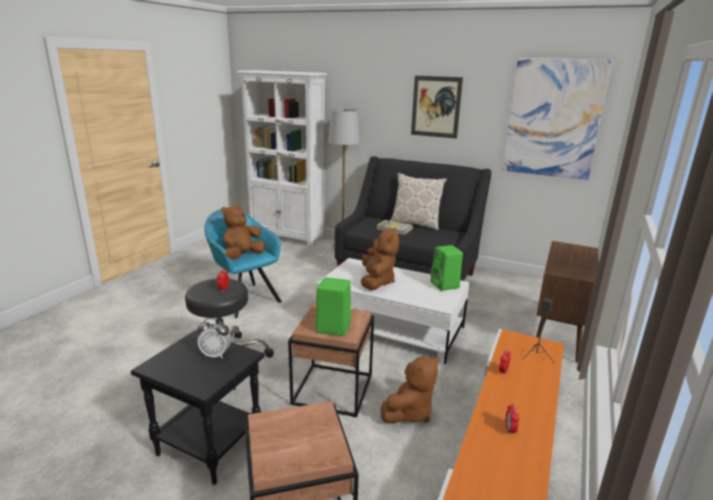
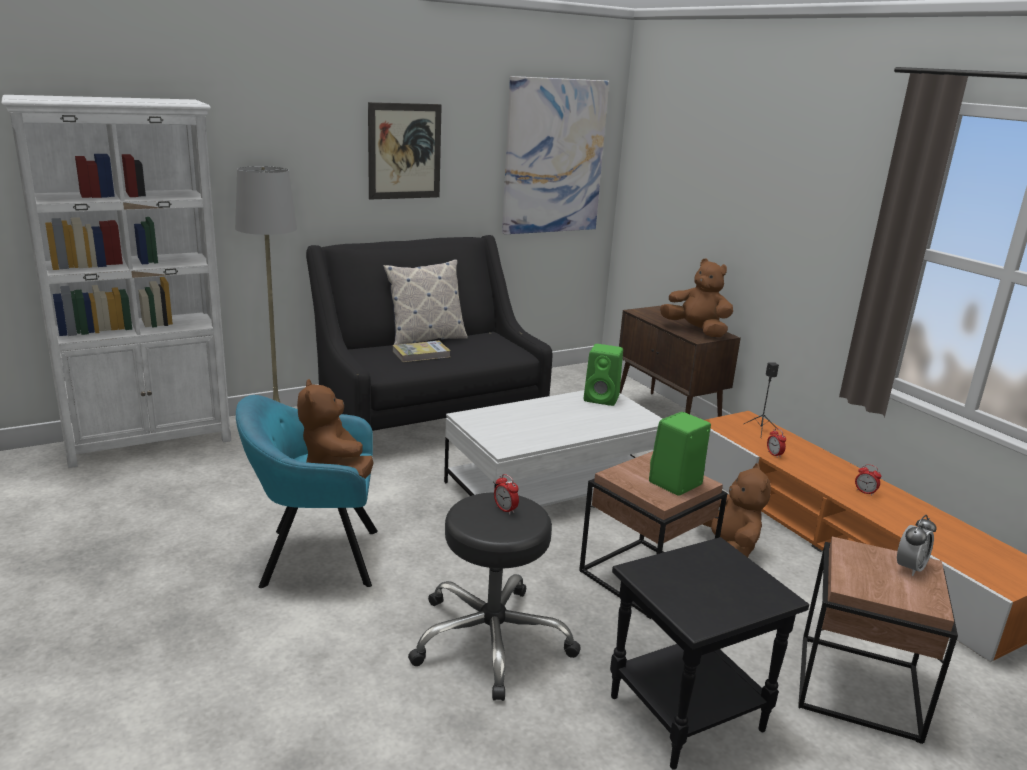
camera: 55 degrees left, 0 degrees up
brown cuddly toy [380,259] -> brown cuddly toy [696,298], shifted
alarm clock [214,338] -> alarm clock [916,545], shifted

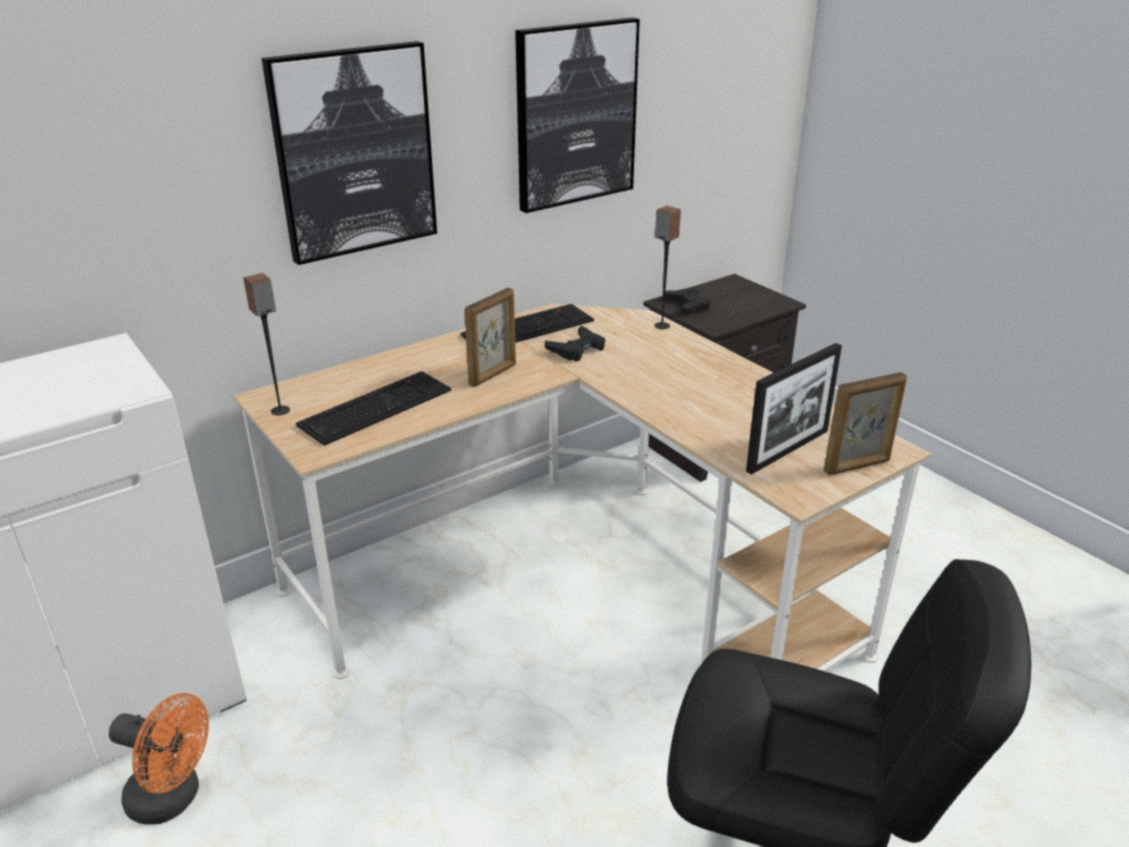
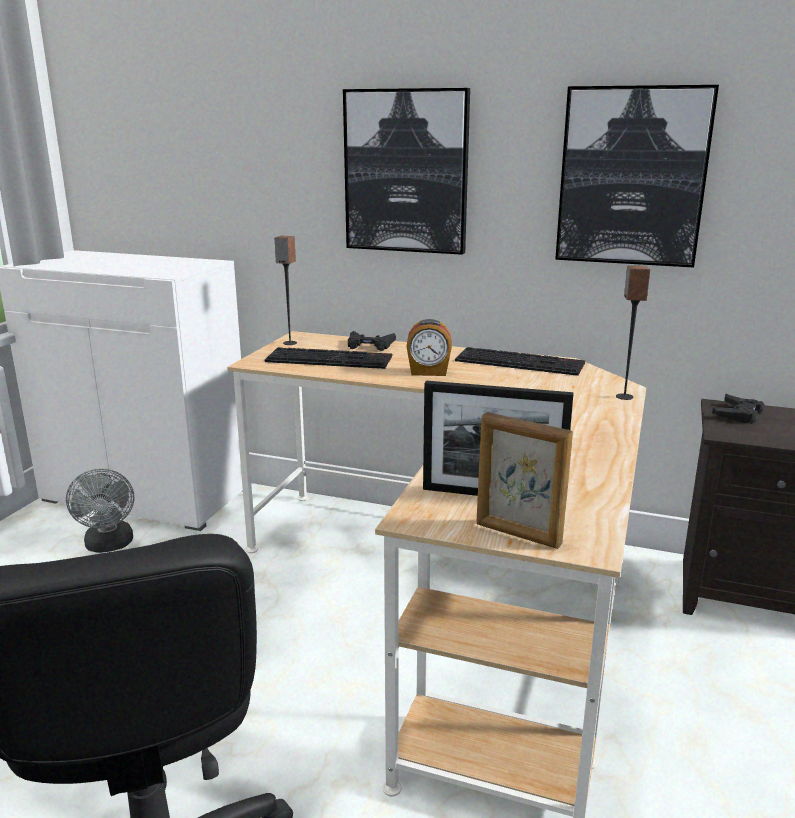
camera: 55 degrees right, 10 degrees down
orangey fan [159,758] -> greyish fan [100,510]
blackish gamepad [575,344] -> blackish gamepad [372,341], shifted
picture frame [490,337] -> alarm clock [429,347]

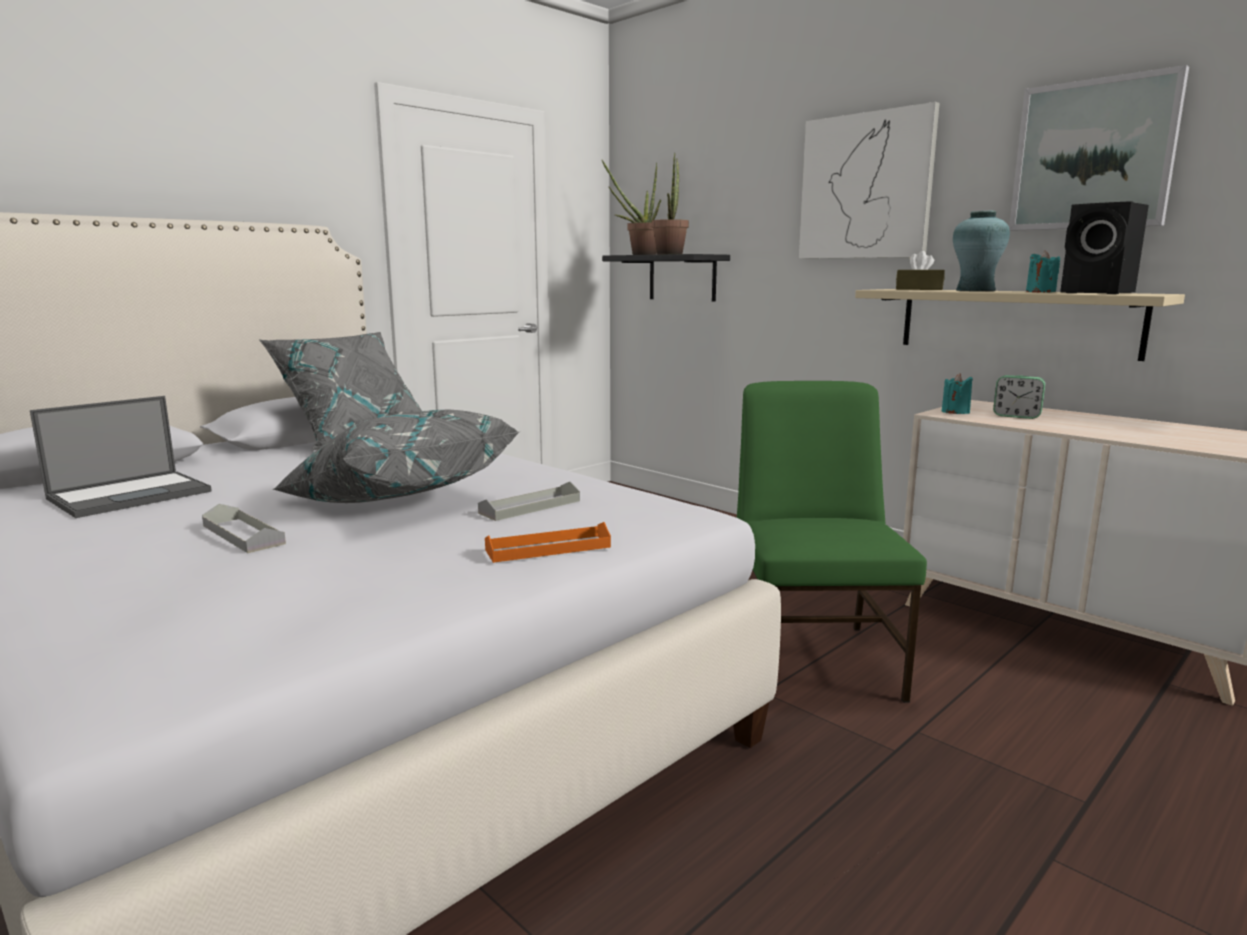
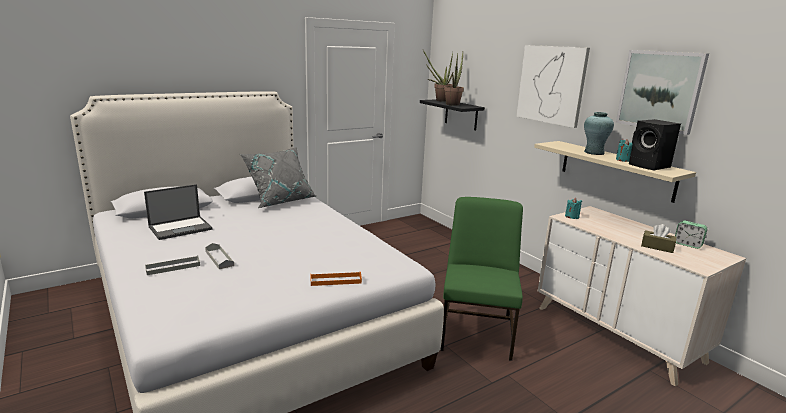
camera: 10 degrees right, 5 degrees up
greyish tray [529,501] -> greyish tray [172,265], shifted
brown tissue box [920,270] -> brown tissue box [659,238], shifted
alarm clock [1019,397] -> alarm clock [691,235], shifted
greyish cushion [396,456] -> none

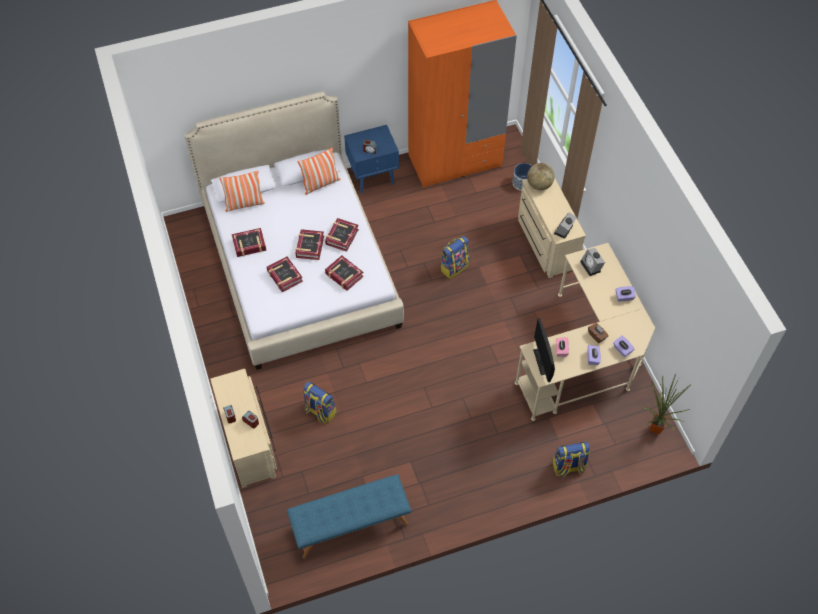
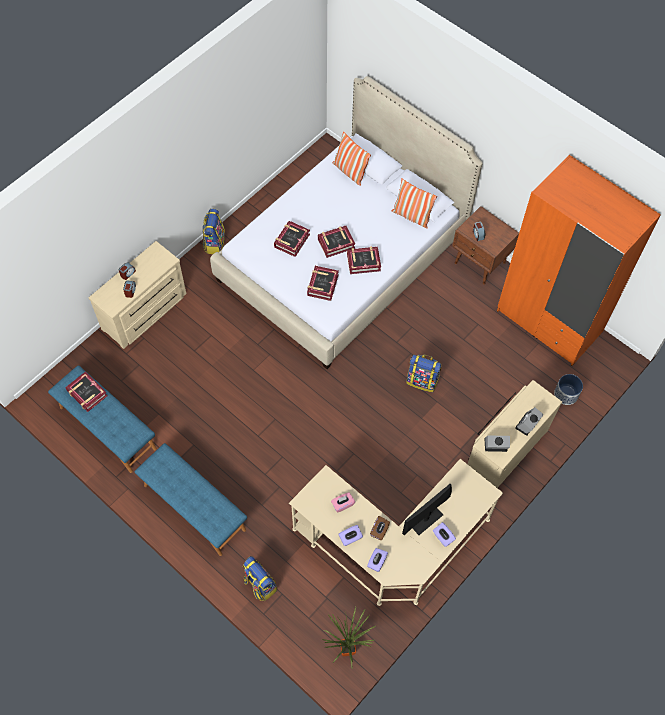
camera: 60 degrees right, 5 degrees up
book [249,242] -> book [86,391], shifted
none -> blue-coloured bench [191,499]
knapsack [320,402] -> knapsack [213,231], shifted
computer screen [544,350] -> computer screen [427,509], shifted
blue-coloured bedside table [371,159] -> brown bedside table [485,245]
alarm clock [592,262] -> alarm clock [529,421], shifted
world globe [541,176] -> none

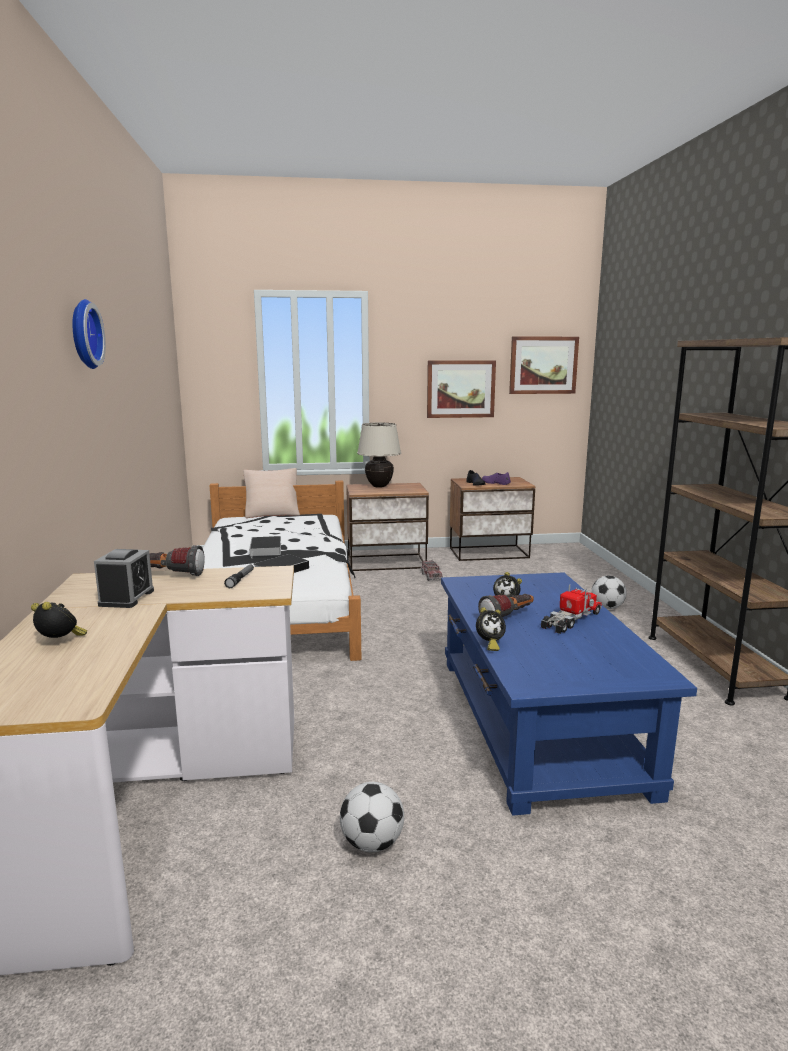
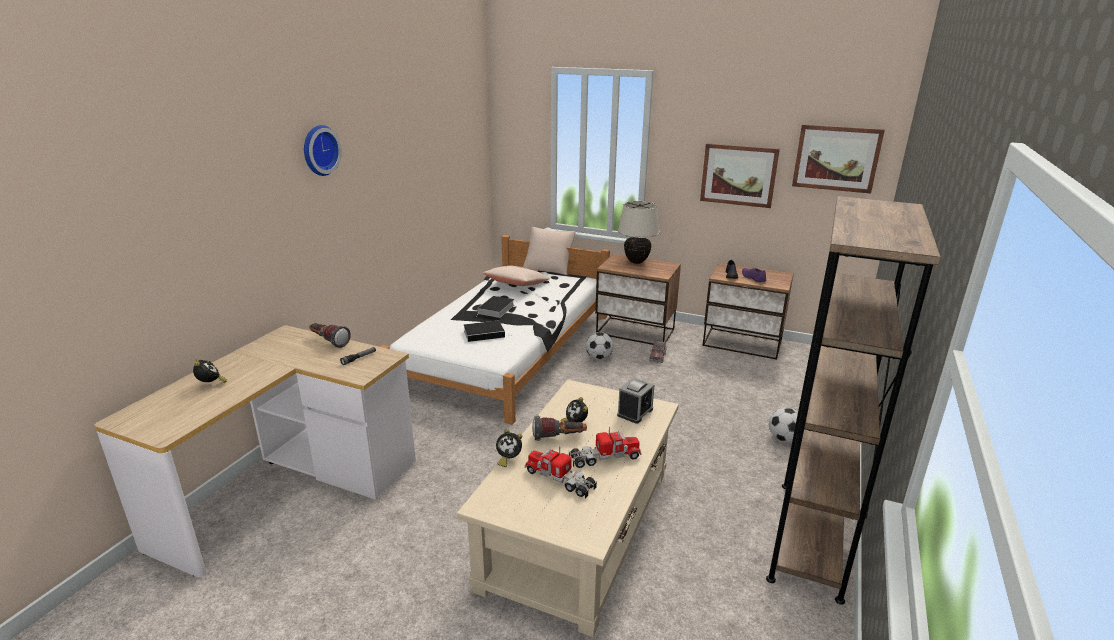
camera: 30 degrees right, 10 degrees up
blue-coloured low table [569,694] -> beige low table [567,508]
none -> beige cushion [516,276]
none -> toy lorry [561,472]
football ball [372,817] -> football ball [599,346], shifted
alarm clock [124,578] -> alarm clock [635,400], shifted

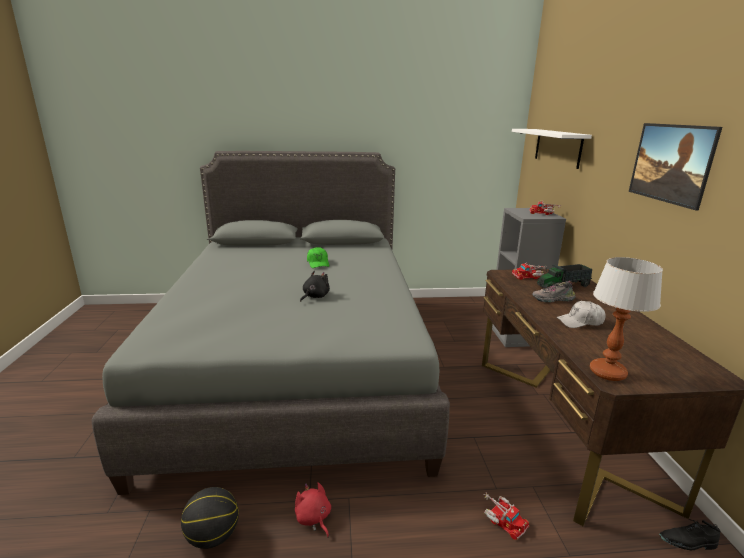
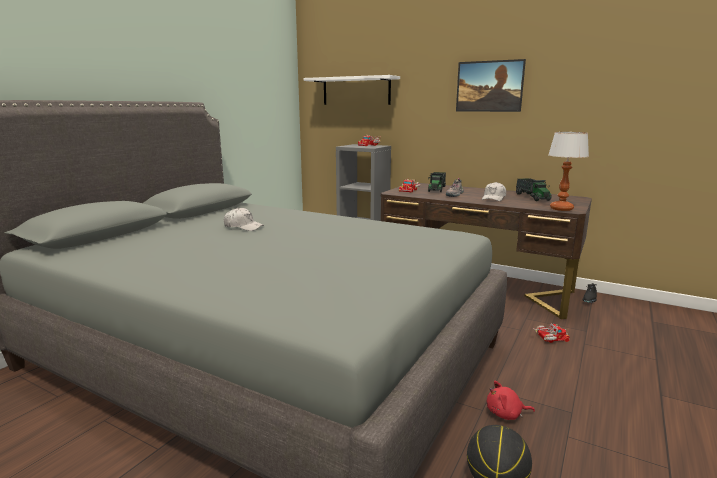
camera: 55 degrees left, 5 degrees down
greenish baseball cap [318,257] -> white-coloured baseball cap [244,219]
none -> toy lorry [534,189]
blackish cuddly toy [315,286] -> none

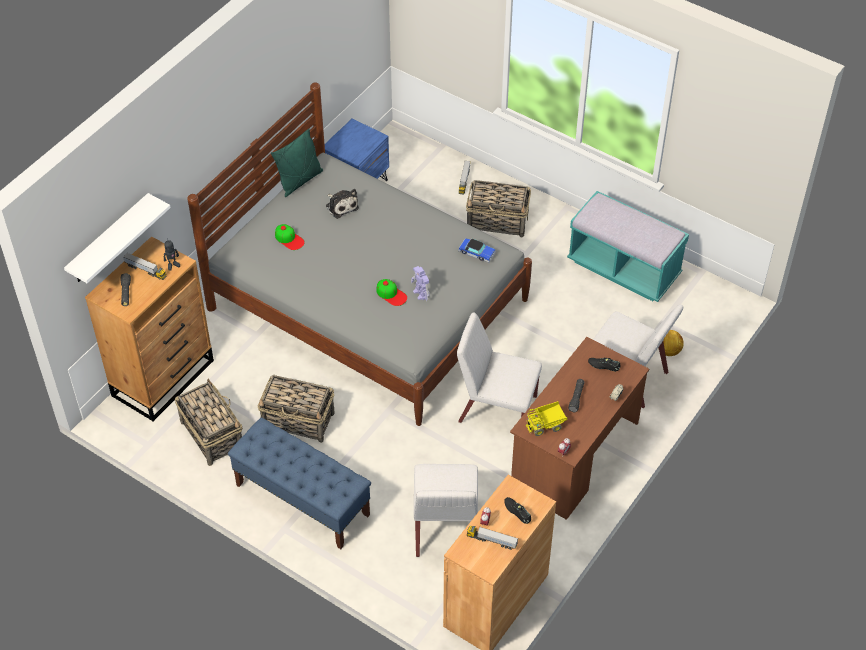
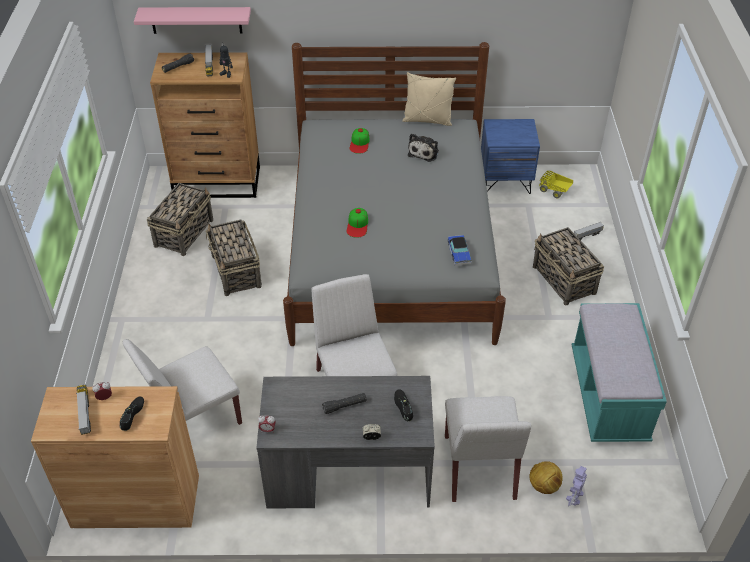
camera: 55 degrees right, 5 degrees down
white-coloured shelf [117,238] -> pink shelf [192,20]
brown desk [579,428] -> greyish desk [345,442]
greenish cushion [297,163] -> beige cushion [429,99]
toy lorry [547,418] -> toy lorry [555,185], shifted
model robot [420,283] -> model robot [576,486], shifted
blue-coloured bench [299,483] -> none

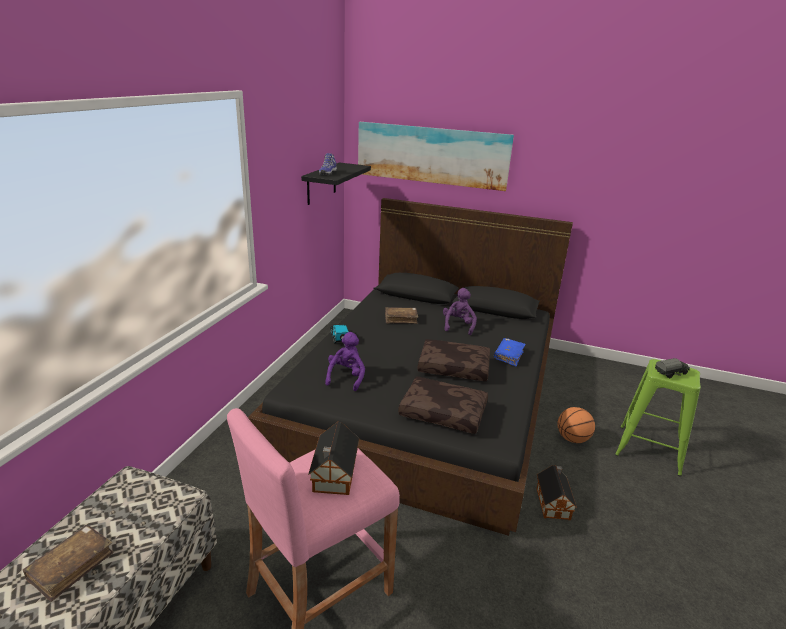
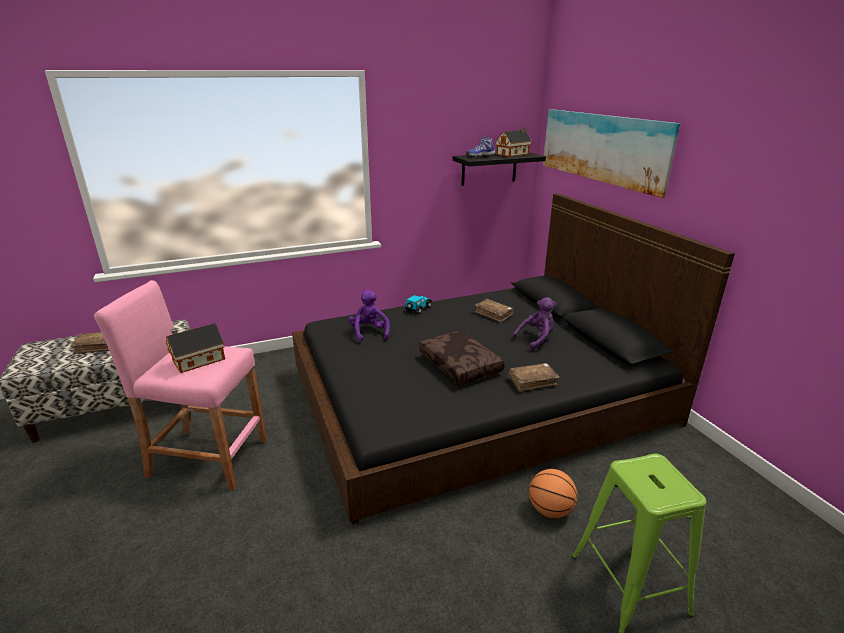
camera: 50 degrees right, 0 degrees up
purplish cuddly toy [345,361] -> purplish cuddly toy [369,316], 75 degrees counterclockwise
model house [557,492] -> model house [513,142], shifted
blue-coloured book [510,352] -> brown book [534,377]
brown cushion [443,405] -> none
toy lorry [672,368] -> none

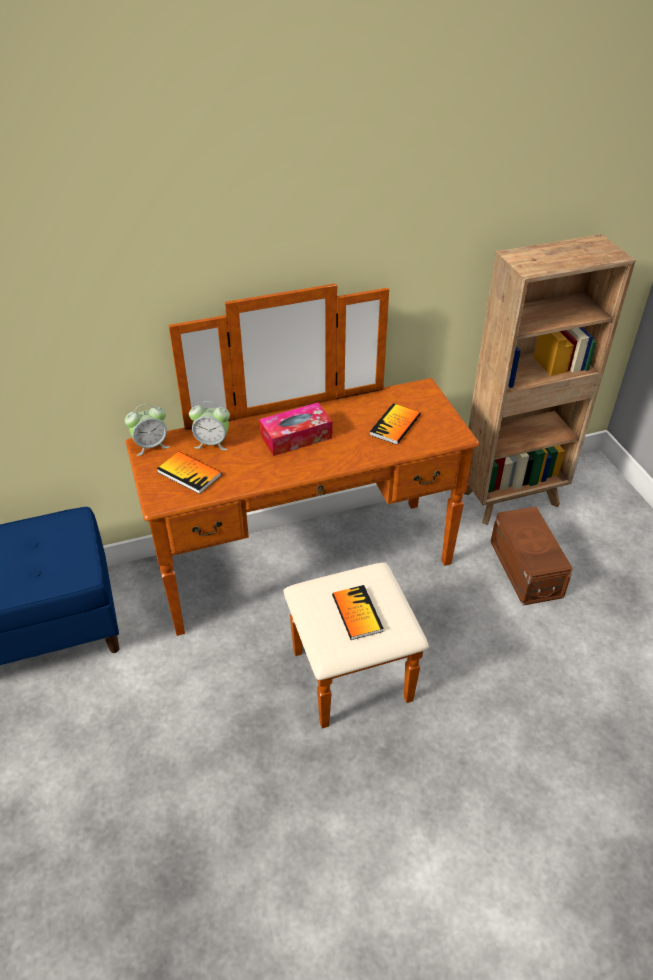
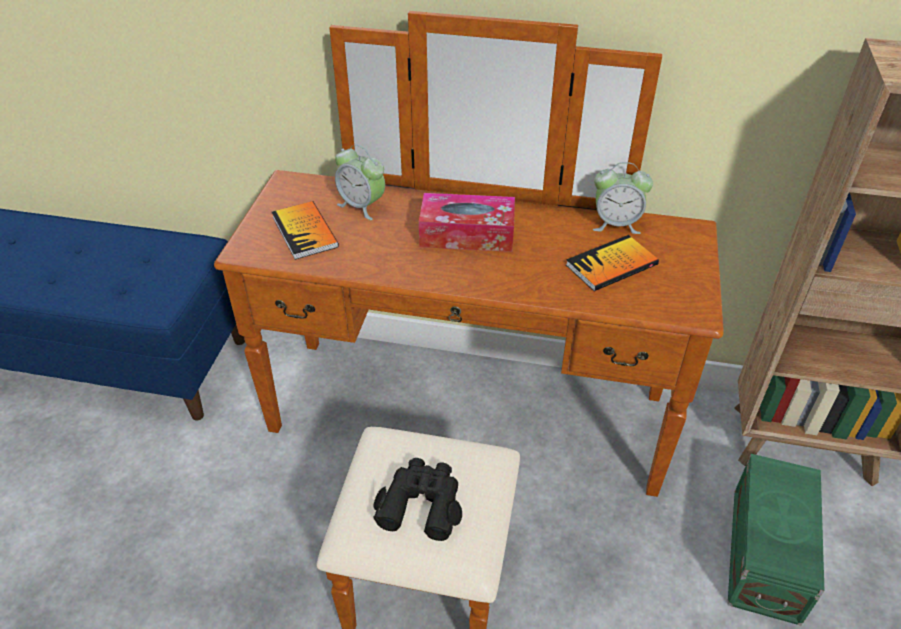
camera: 30 degrees right, 0 degrees up
book [358,612] -> blackish binoculars [417,499]
alarm clock [147,430] -> alarm clock [623,198], shifted
brown storage container [532,556] -> greenish storage container [776,540]

